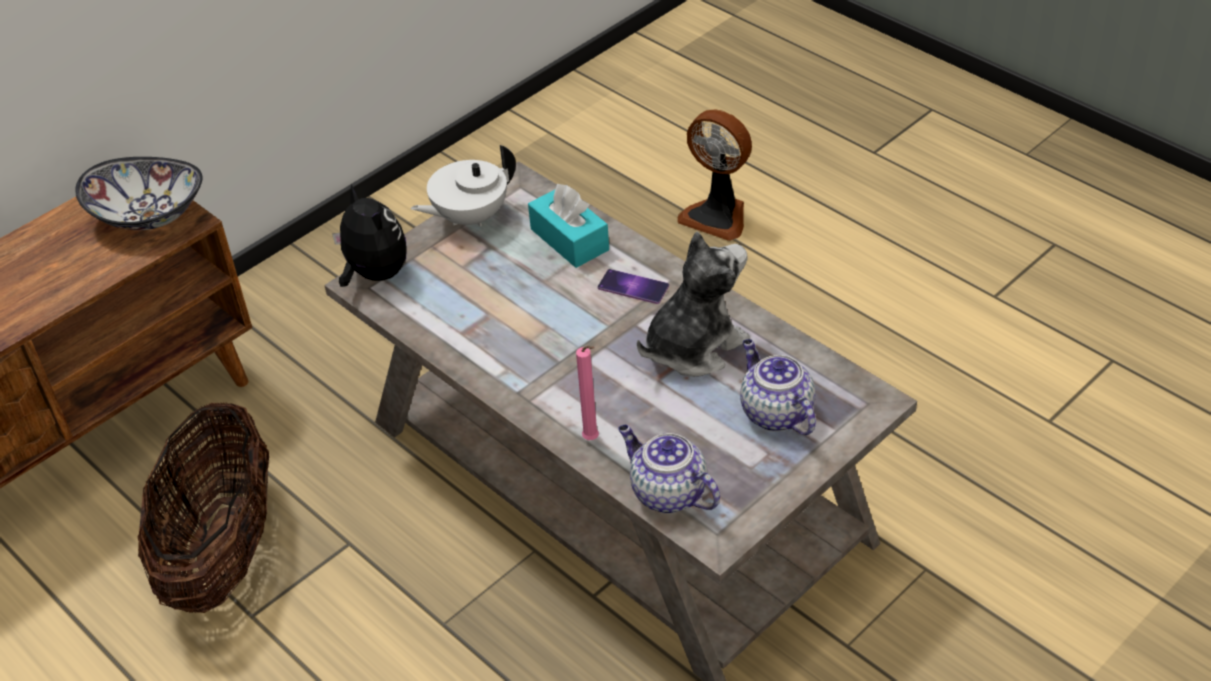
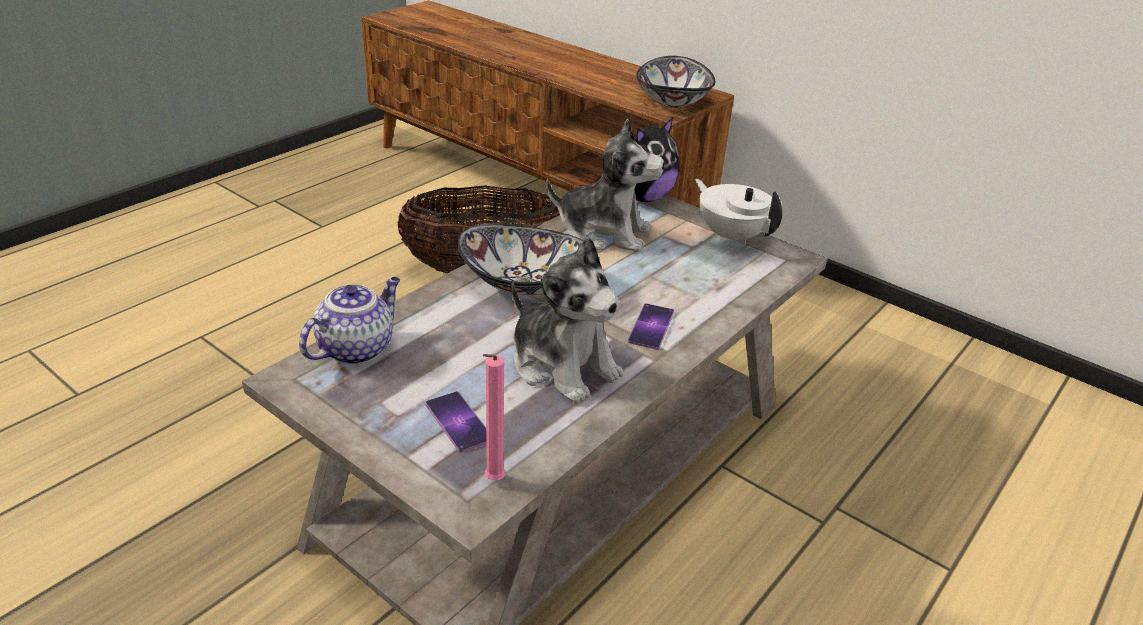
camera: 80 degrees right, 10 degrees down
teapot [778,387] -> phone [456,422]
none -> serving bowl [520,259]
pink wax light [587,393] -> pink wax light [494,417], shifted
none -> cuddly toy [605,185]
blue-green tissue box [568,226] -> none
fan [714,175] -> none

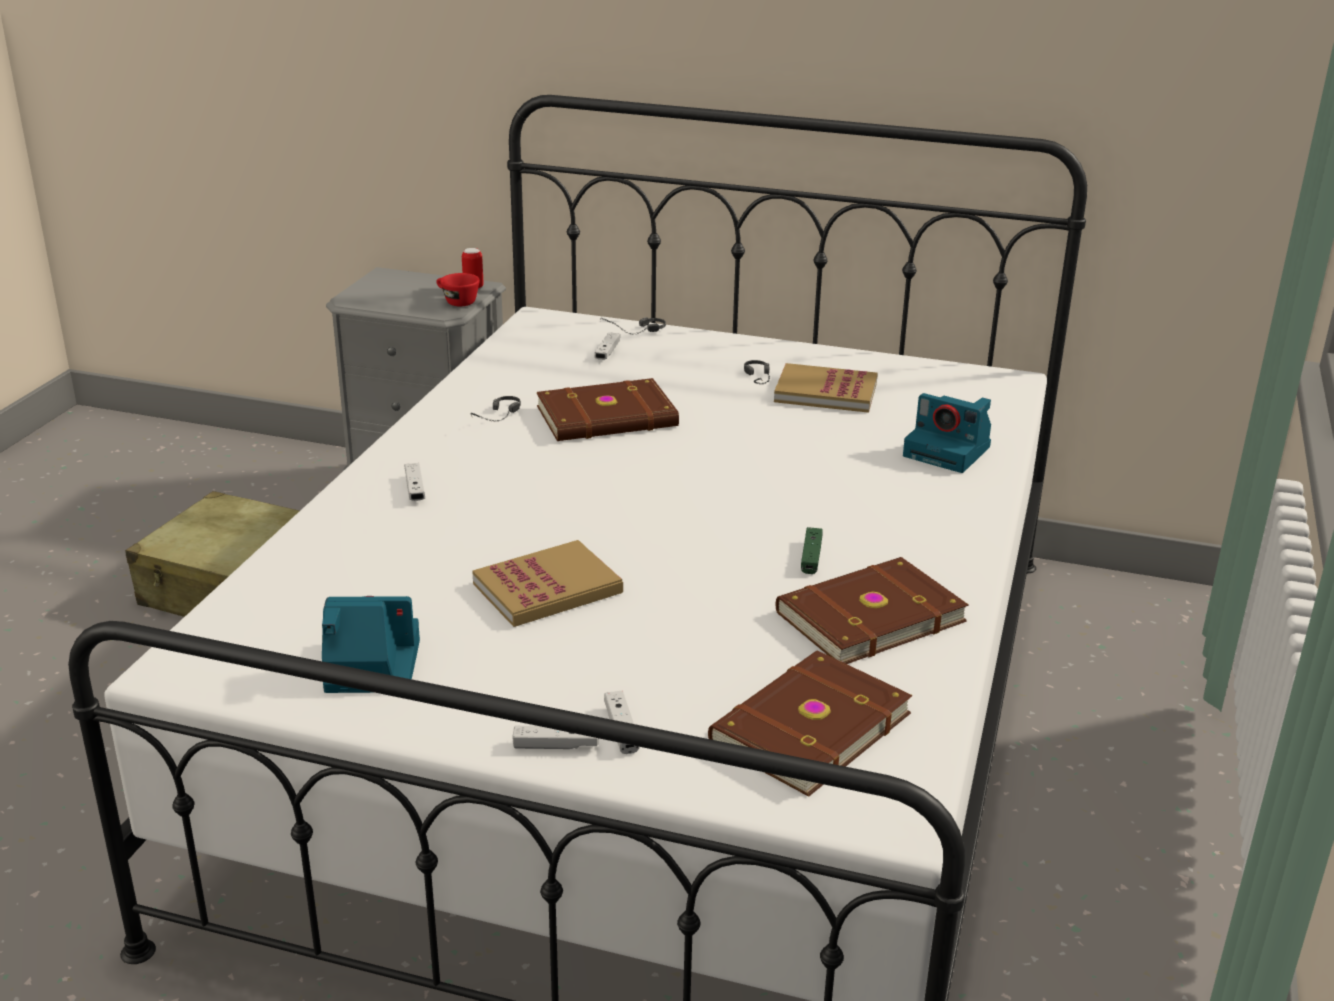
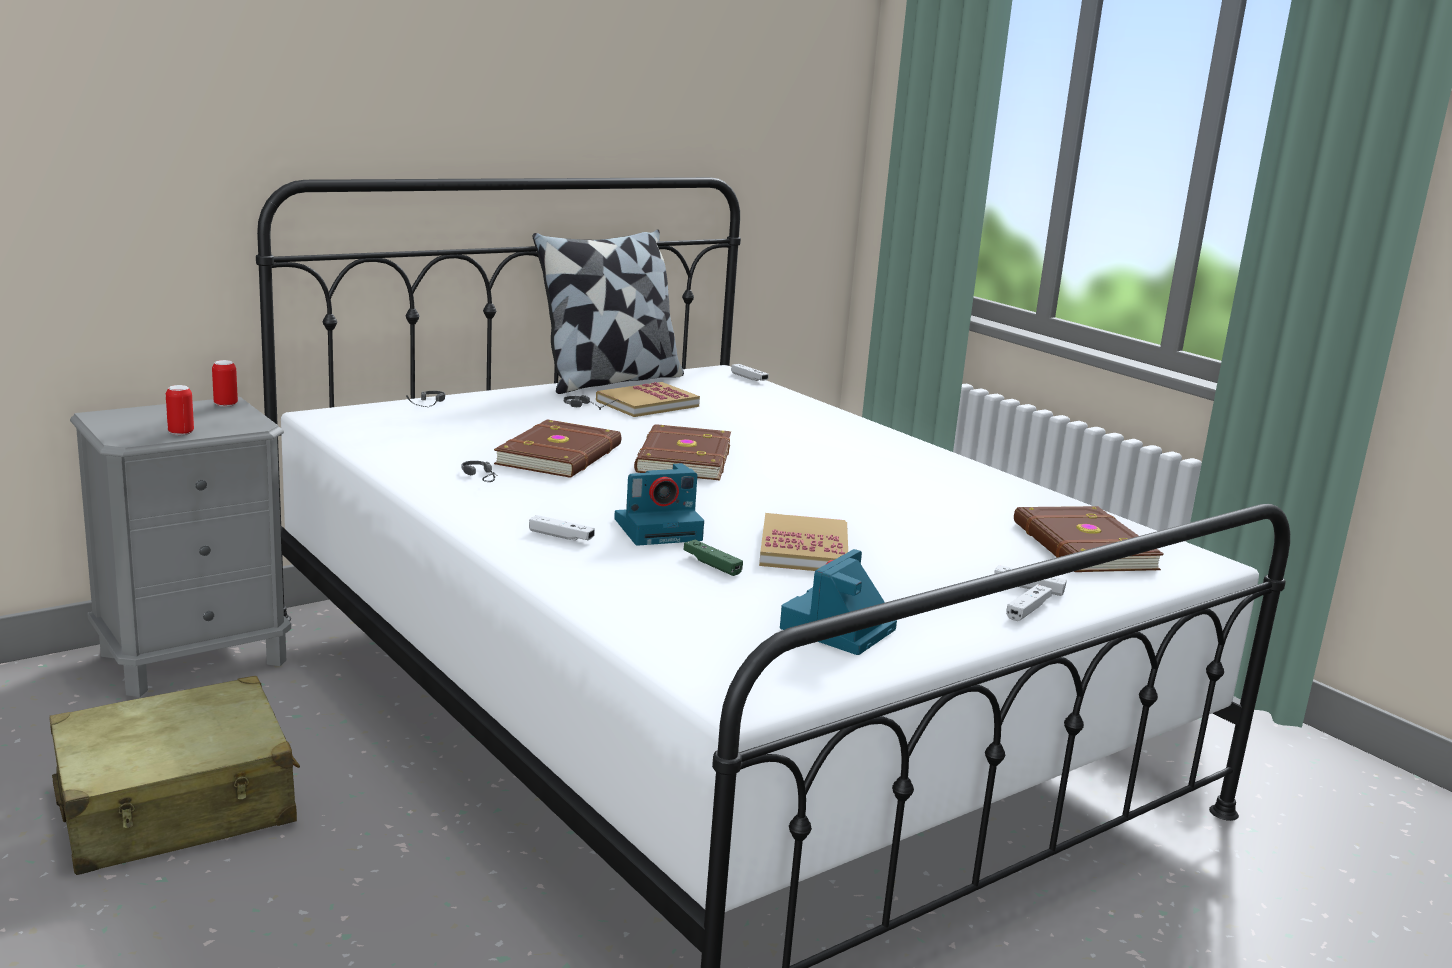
camera: 55 degrees left, 10 degrees down
none -> metal can [180,410]
none -> cushion [608,311]
still camera [947,433] -> still camera [659,504], shifted
brown book [872,610] -> brown book [682,452], shifted
greenish gamepad [812,550] -> greenish gamepad [713,558], shifted
white-coloured gamepad [607,346] -> white-coloured gamepad [750,372], shifted
red cup [458,289] -> none

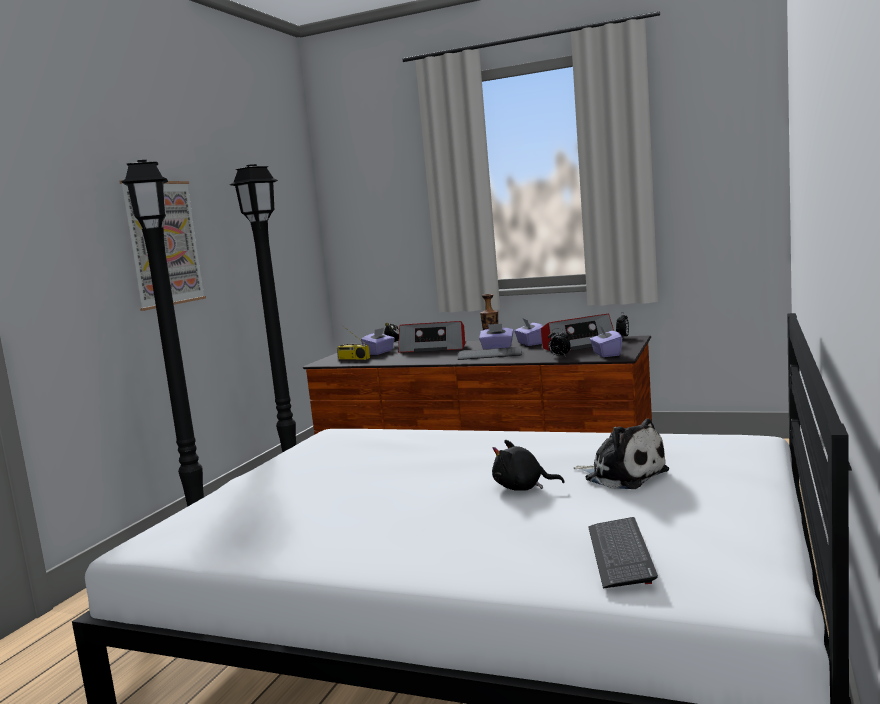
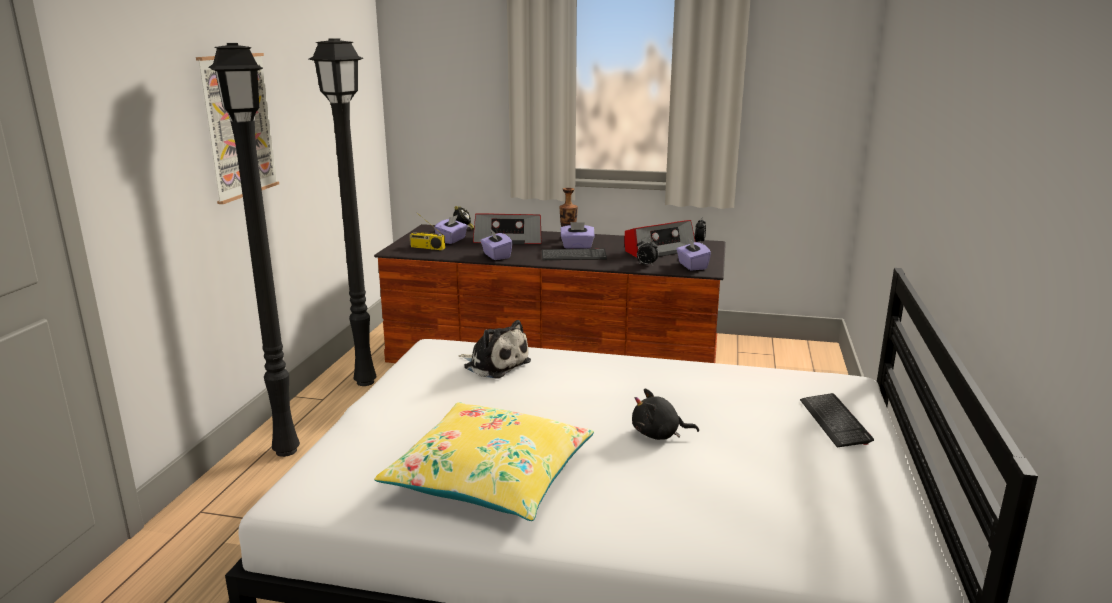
camera: 10 degrees left, 10 degrees up
none -> yellow-coloured cushion [484,461]
cuddly toy [621,454] -> cuddly toy [494,349], shifted
purplish tissue box [528,332] -> purplish tissue box [496,244], shifted
computer keyboard [623,553] -> computer keyboard [837,420], shifted

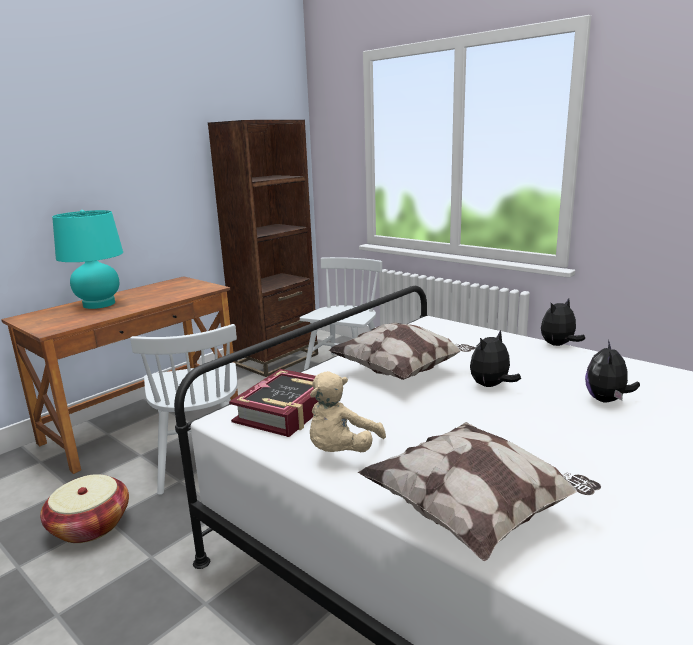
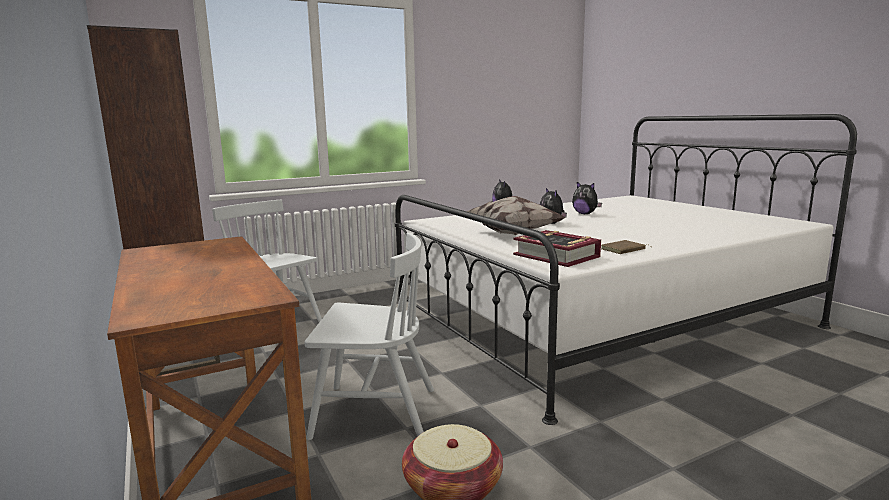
camera: 70 degrees left, 5 degrees down
beige cuddly toy [348,411] -> brown book [627,247]
blue-green tabletop lamp [87,259] -> none
cushion [479,491] -> none

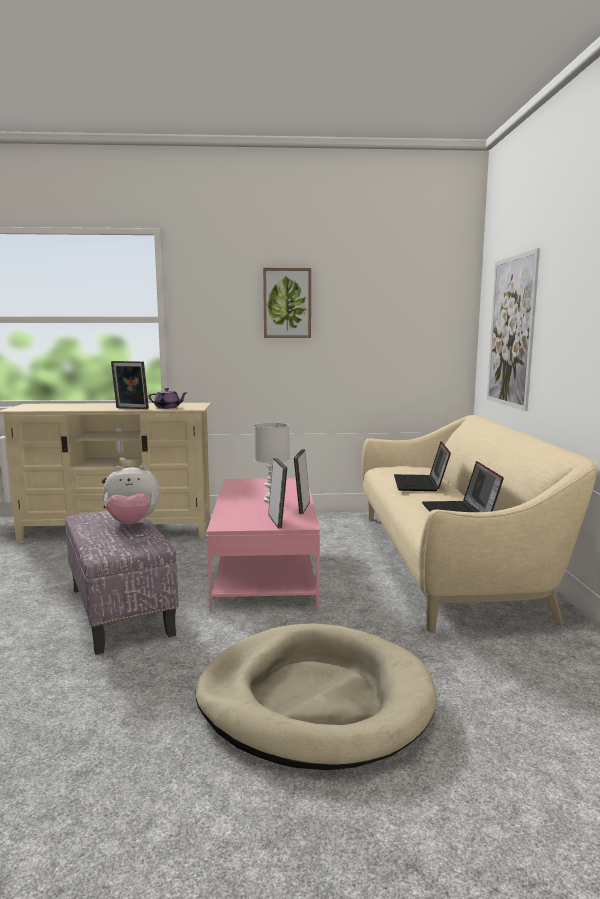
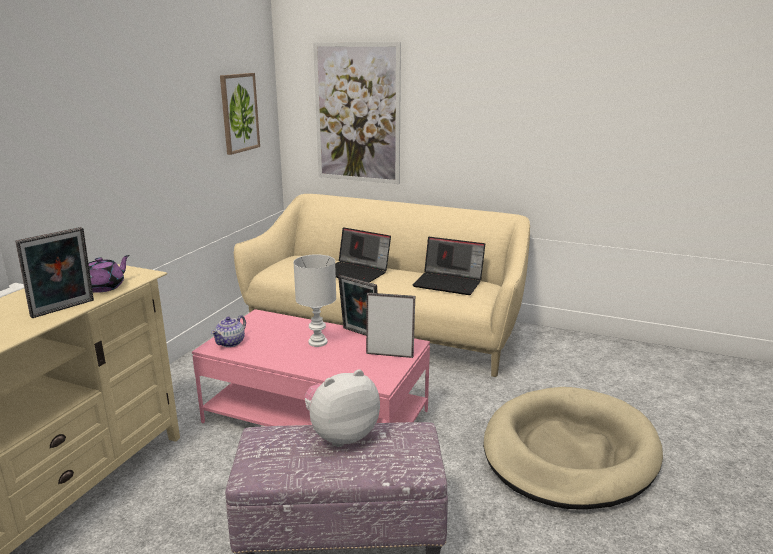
camera: 65 degrees left, 10 degrees up
none -> teapot [228,331]
wall art [287,303] -> wall art [240,114], shifted
cuddly toy [131,495] -> cuddly toy [342,408], 135 degrees counterclockwise

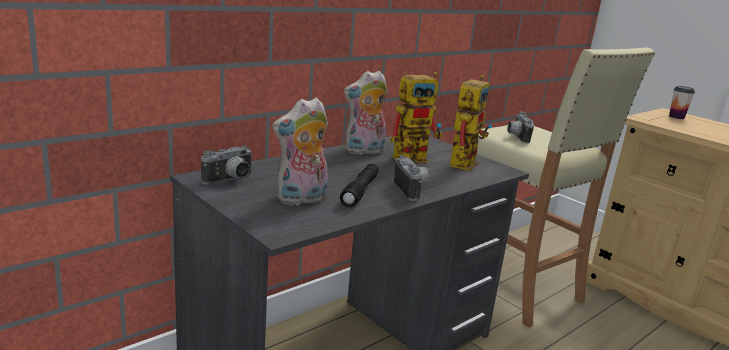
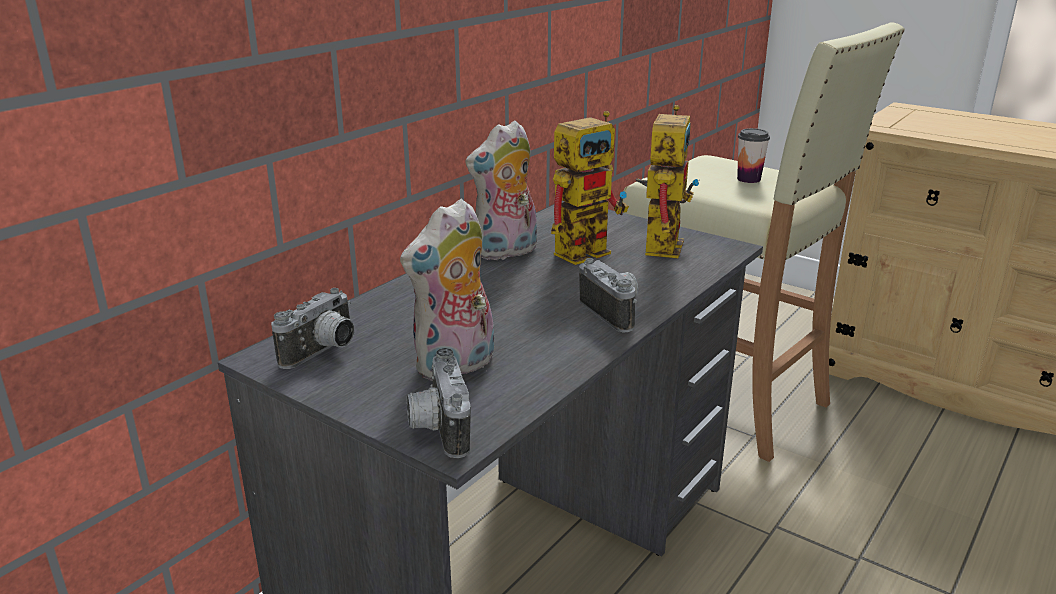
camera: 10 degrees left, 5 degrees up
still camera [520,127] -> still camera [439,403], shifted
cup [682,102] -> cup [753,155], shifted
blackish torch [359,185] -> none

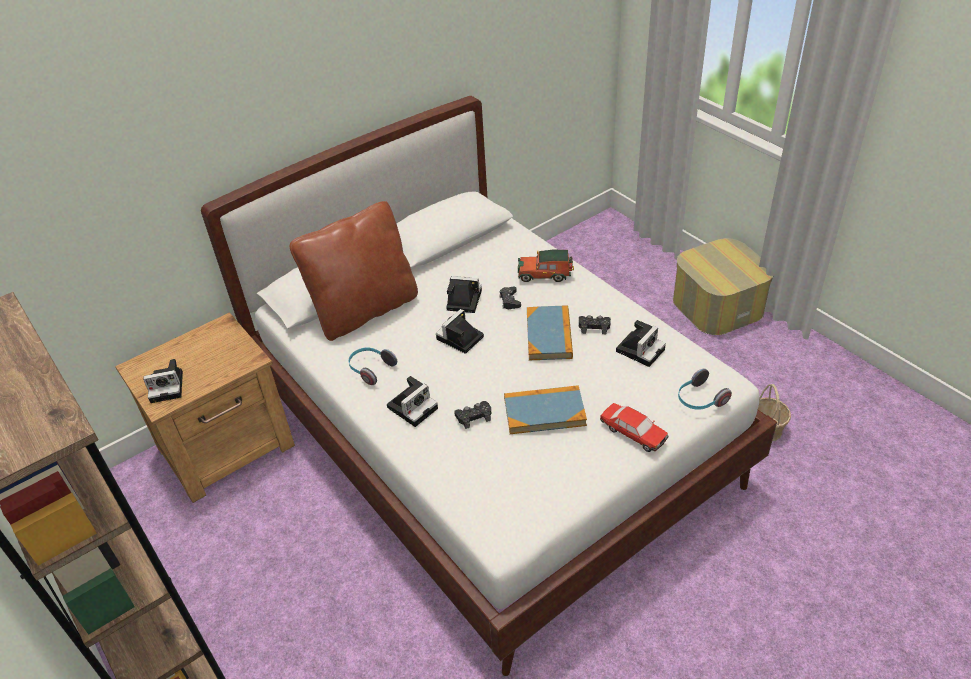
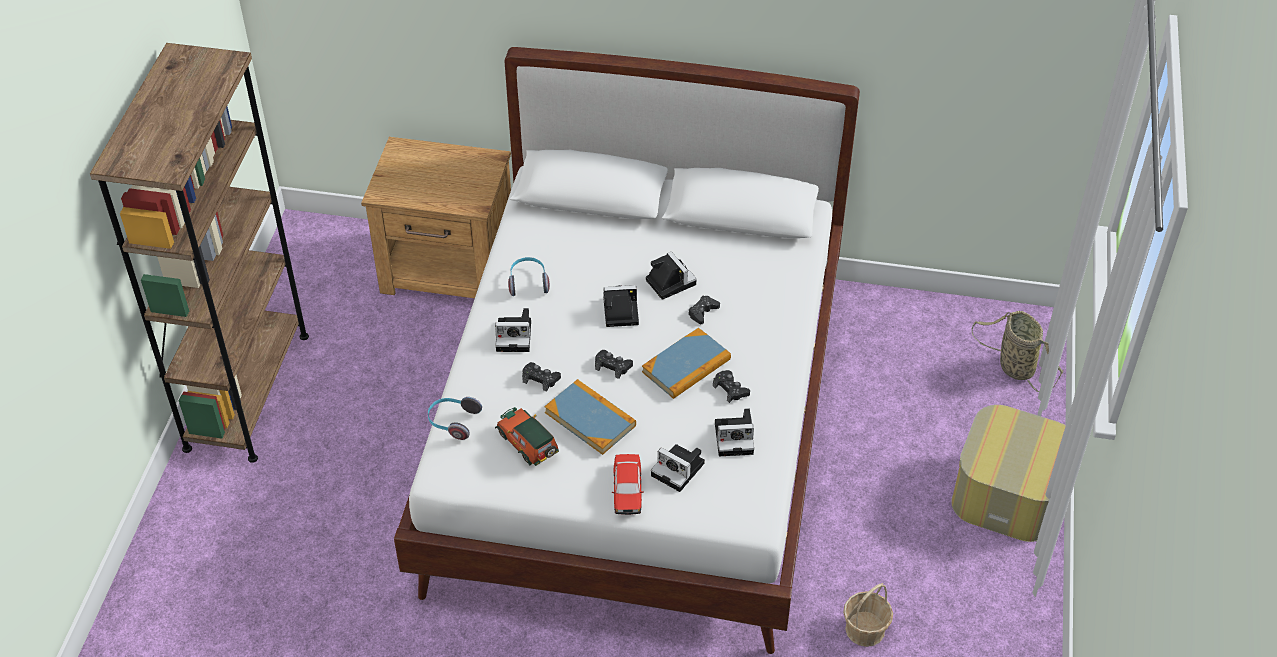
camera: 45 degrees right, 5 degrees up
headset [705,389] -> headset [455,418], shifted
toy car [546,266] -> toy car [527,436], shifted
none -> blackish gamepad [614,364]
still camera [163,381] -> still camera [678,468], shifted
none -> storage basket [1017,351]
brown cushion [354,271] -> none

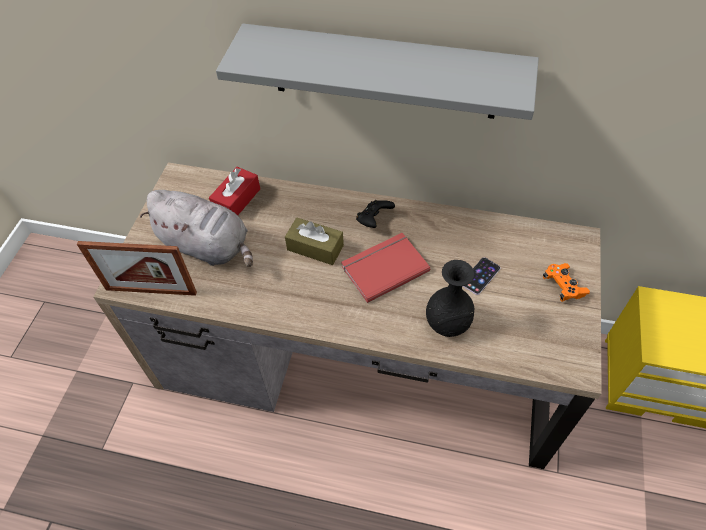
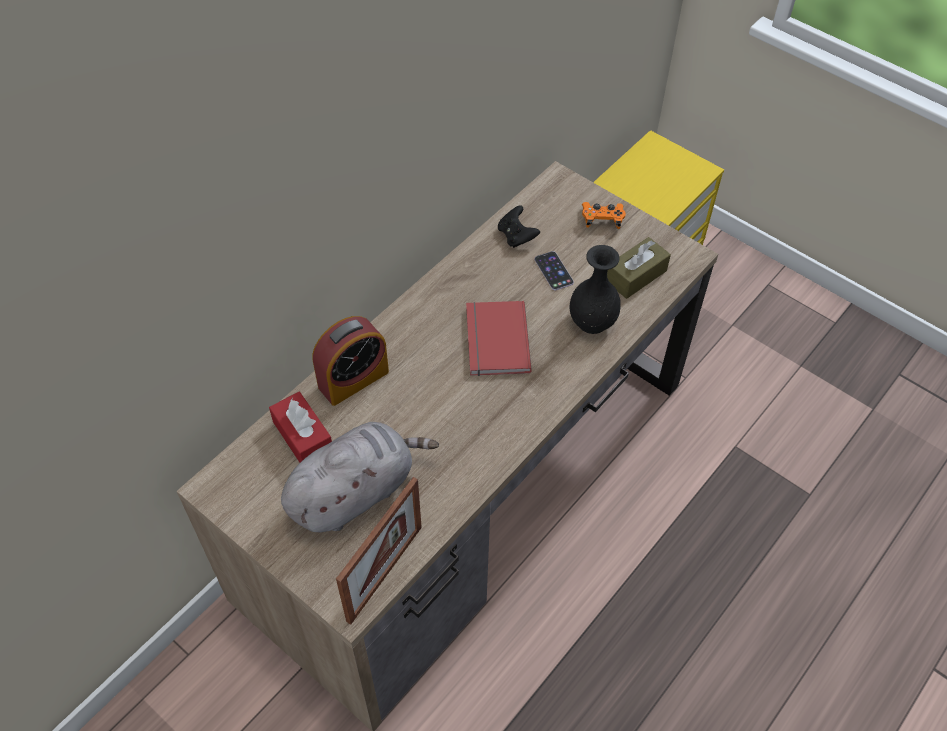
camera: 65 degrees left, 0 degrees up
none -> alarm clock [350,361]
blackish gamepad [375,214] -> blackish gamepad [519,226], shifted
brown tissue box [314,241] -> brown tissue box [639,268], shifted
greyish shelf [377,72] -> none

